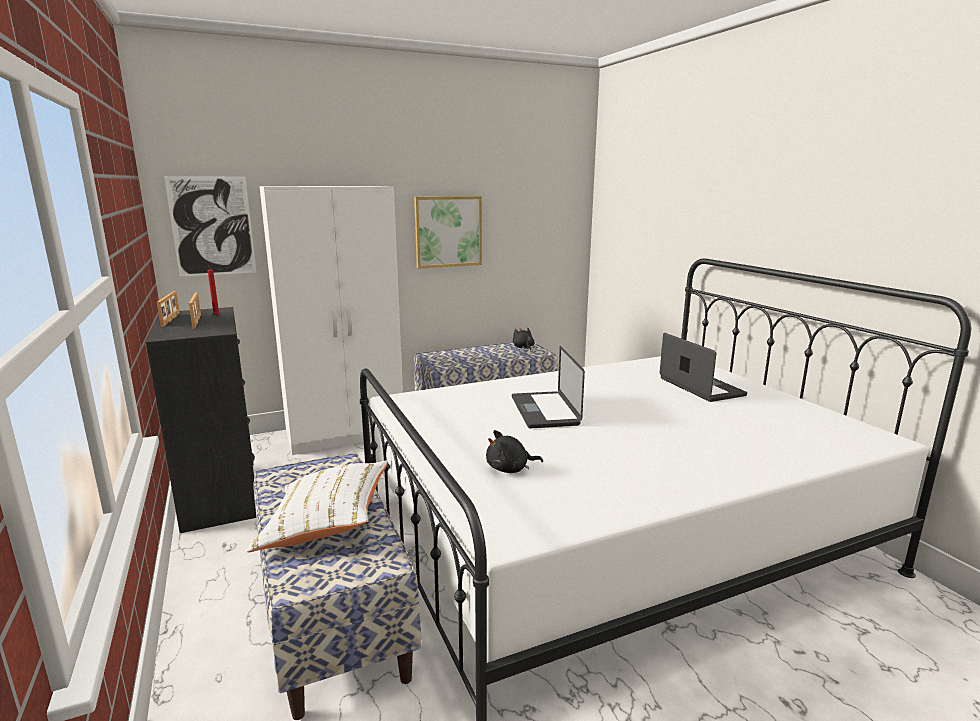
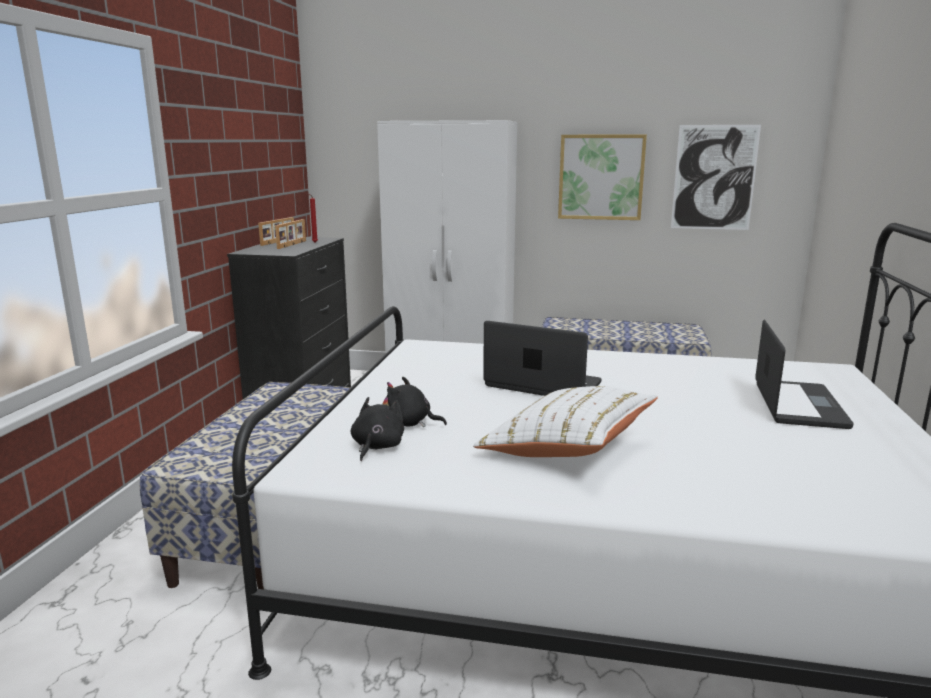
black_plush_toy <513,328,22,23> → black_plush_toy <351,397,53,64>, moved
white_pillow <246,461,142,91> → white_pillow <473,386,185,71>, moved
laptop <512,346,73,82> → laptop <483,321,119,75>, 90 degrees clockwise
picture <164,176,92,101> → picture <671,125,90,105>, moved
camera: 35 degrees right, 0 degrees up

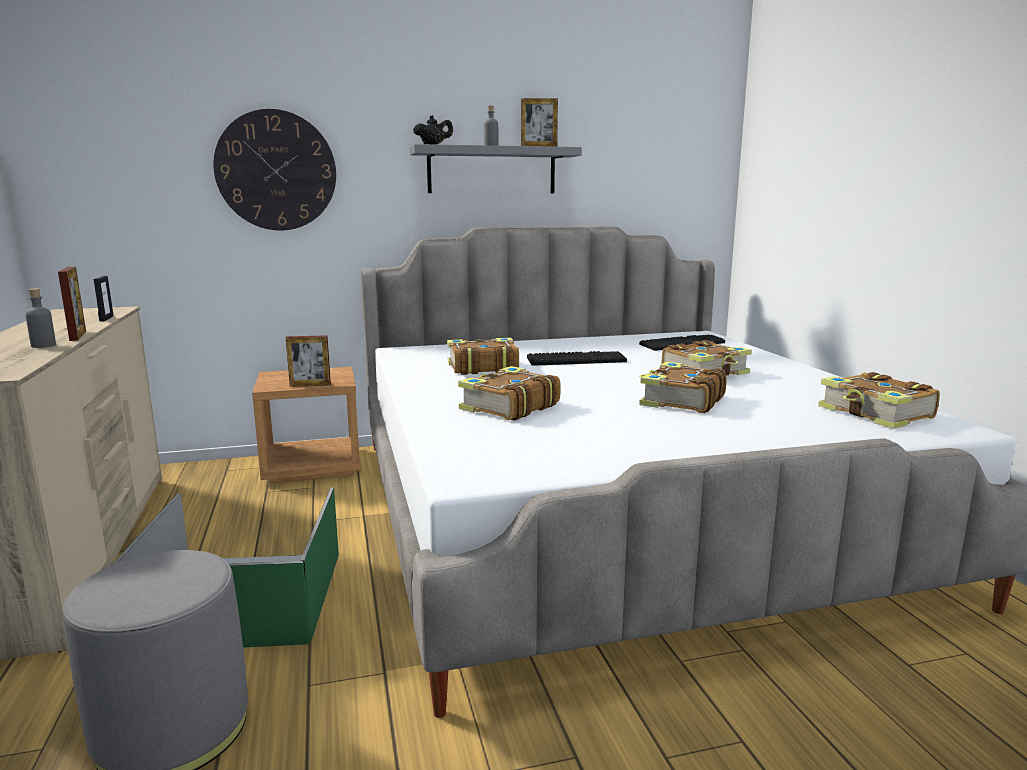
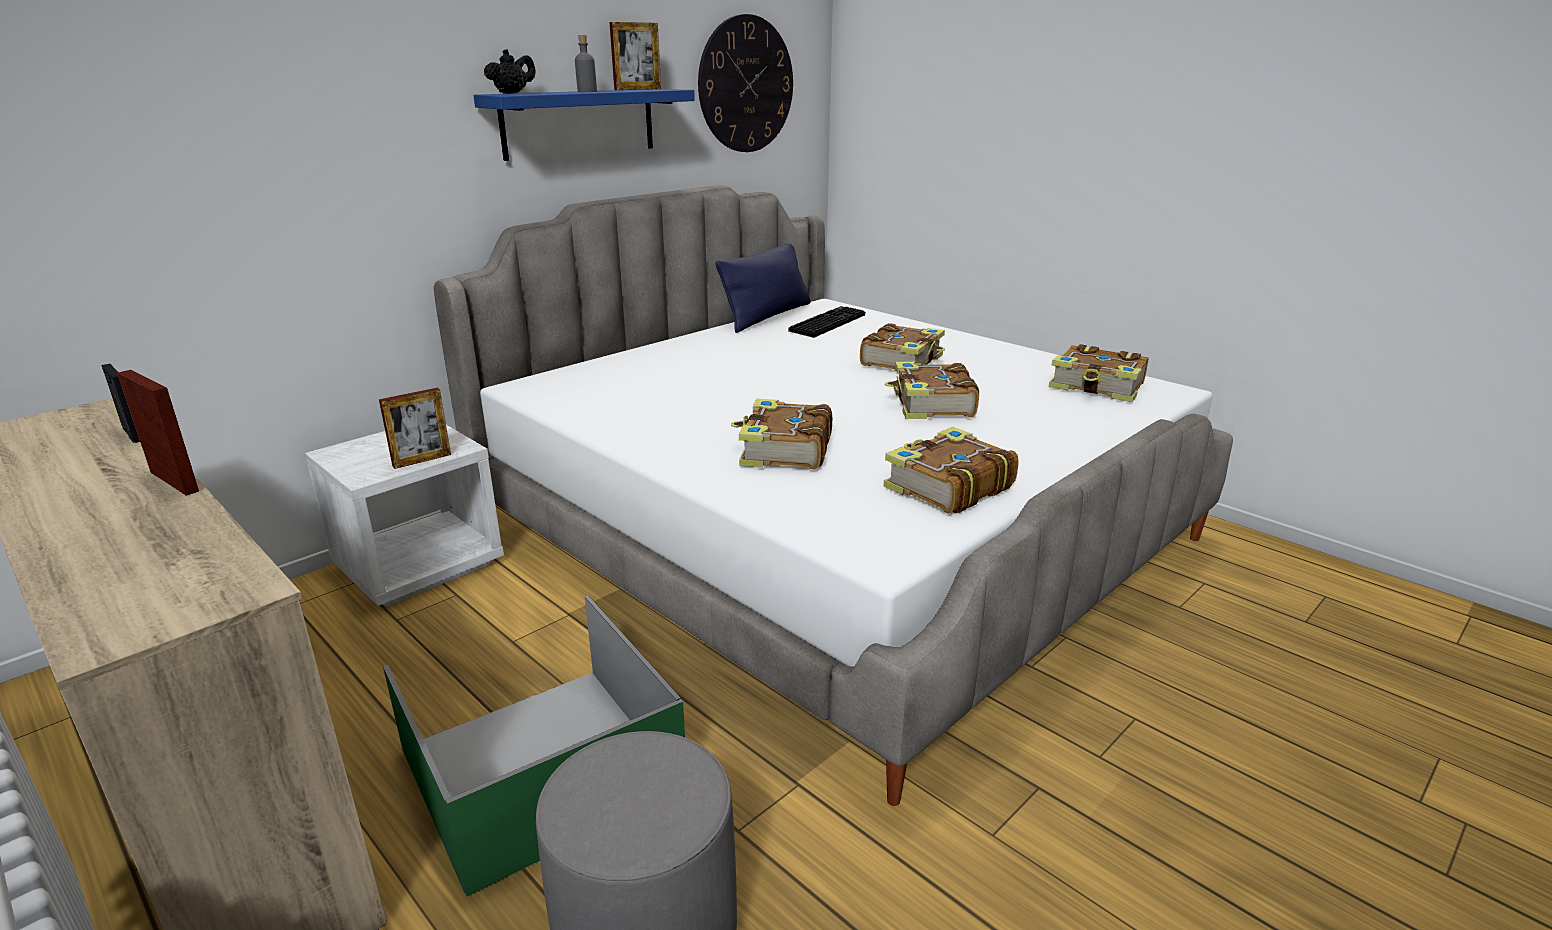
brown_nightstand <252,367,109,117> → white_nightstand <305,425,199,181>
grey_shelf <410,144,172,49> → blue_shelf <473,89,222,72>
wall_clock <214,109,122,122> → wall_clock <698,14,95,138>, moved
- → blue_pillow <715,243,95,90>
book <447,337,72,38> → book <884,427,135,87>, moved
grey_bottle <25,288,31,60> → -
keyboard <527,351,100,15> → -
camera: 30 degrees left, 10 degrees up

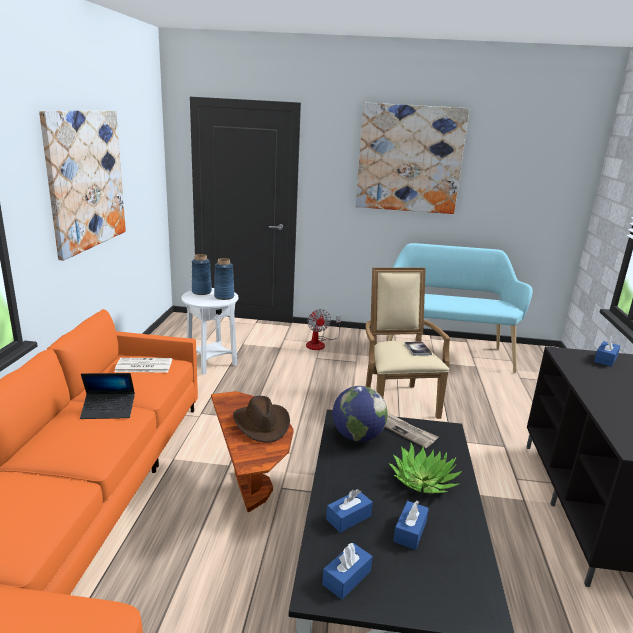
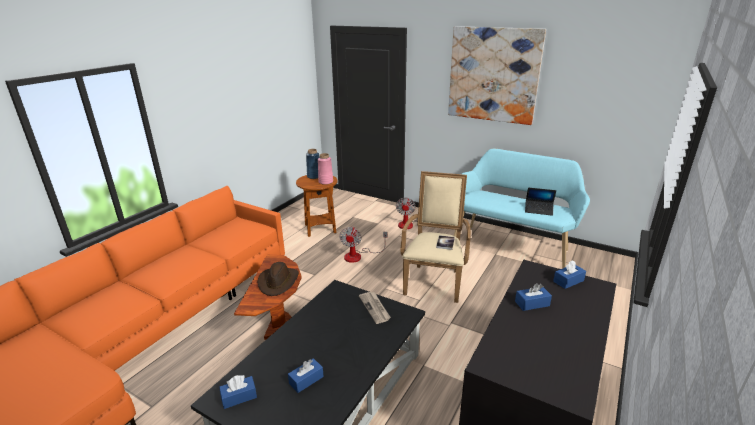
white_side_table <181,288,57,87> → brown_side_table <296,175,41,62>
blue_vase <214,258,20,42> → pink_vase <318,153,15,32>
- → fan <339,226,49,37>
blue_tissue_box <326,489,47,44> → blue_tissue_box <515,283,37,28>, moved
laptop <80,373,55,46> → laptop <525,188,31,28>, moved
picture <39,111,87,150> → -
newspaper <115,358,57,14> → -
globe <332,386,56,56> → -
potted_plant <388,443,74,51> → -
camera: 25 degrees right, 5 degrees up

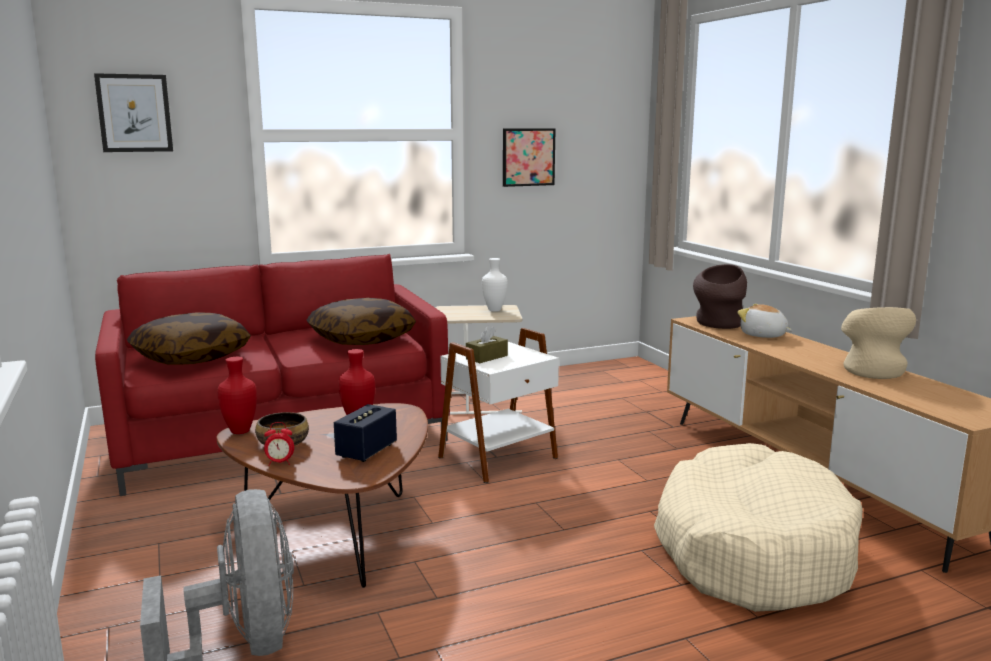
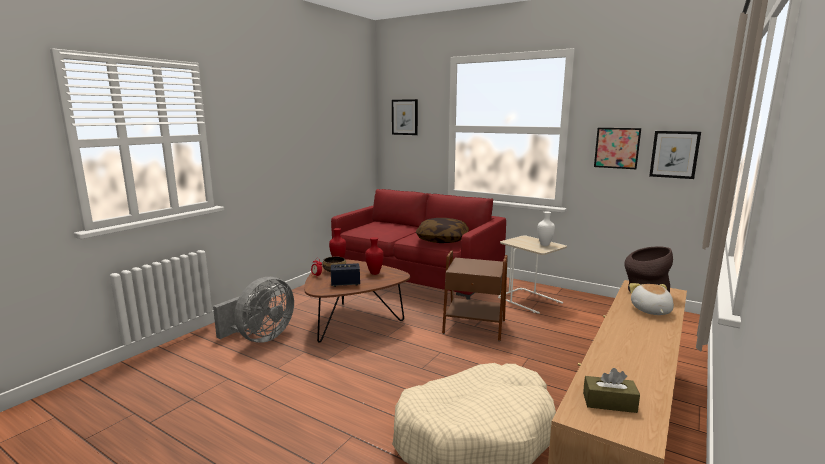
white_side_table <438,328,121,155> → brown_side_table <442,251,66,90>
brown_tissue_box <466,325,42,38> → brown_tissue_box <583,368,57,45>, moved
- → picture <649,131,52,48>
pillow <127,312,124,53> → -
beige_vase <841,307,75,72> → -
camera: 55 degrees right, 0 degrees up

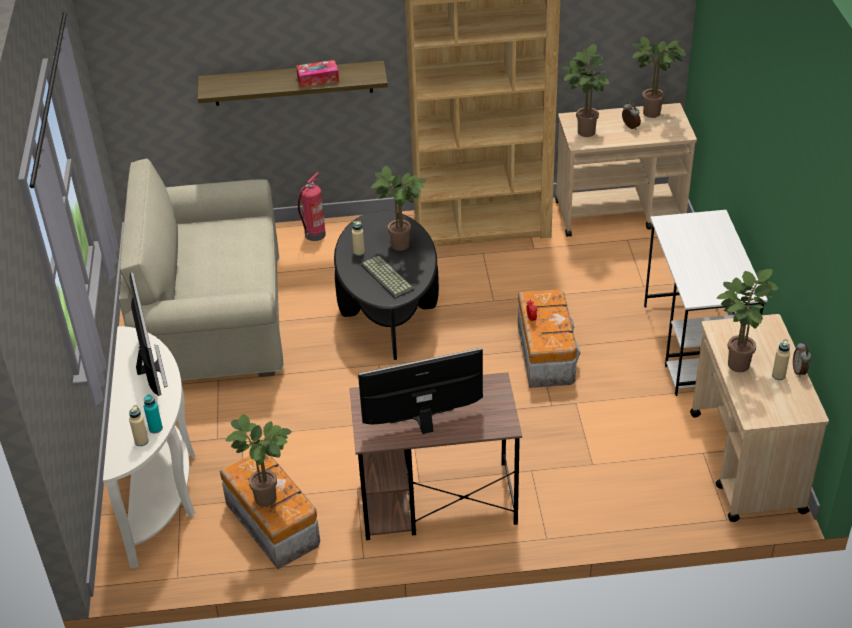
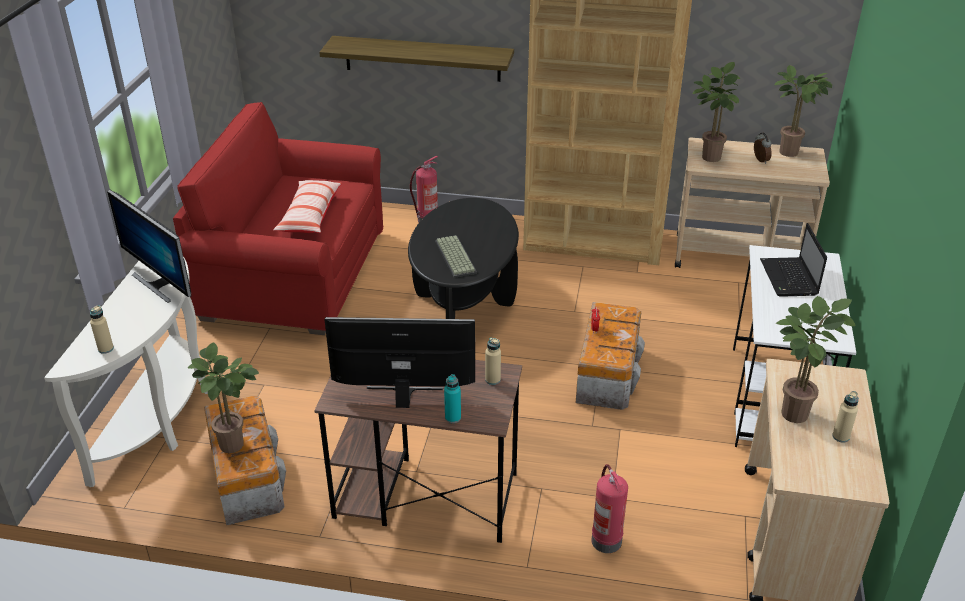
monitor <129,272,39,124> → monitor <107,190,84,113>, 135 degrees clockwise
beige_sofa <119,158,165,223> → red_sofa <173,102,210,233>
- → pillow <273,180,69,53>
turquoise_bottle <144,394,19,40> → turquoise_bottle <444,374,17,49>, moved
beige_bottle <352,221,13,35> → beige_bottle <485,338,16,47>, moved
- → fire_extinguisher <591,464,37,89>
- → laptop <760,223,67,74>
tissue_box <296,60,43,28> → -
potted_plant <371,166,55,85> → -
alarm_clock <793,342,19,35> → -
camera: 15 degrees right, 5 degrees down

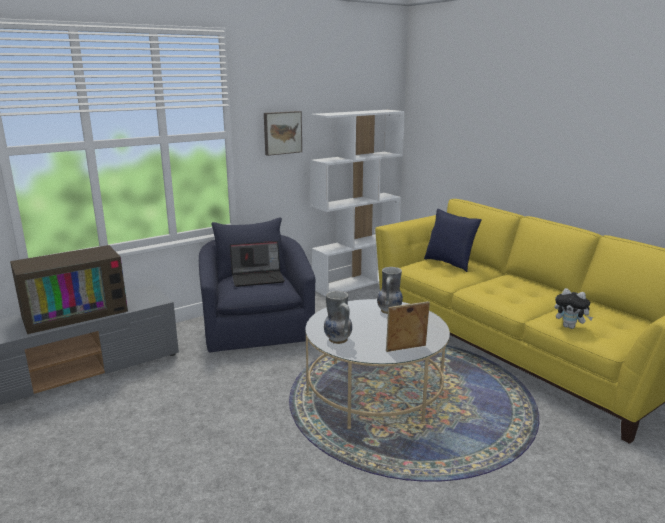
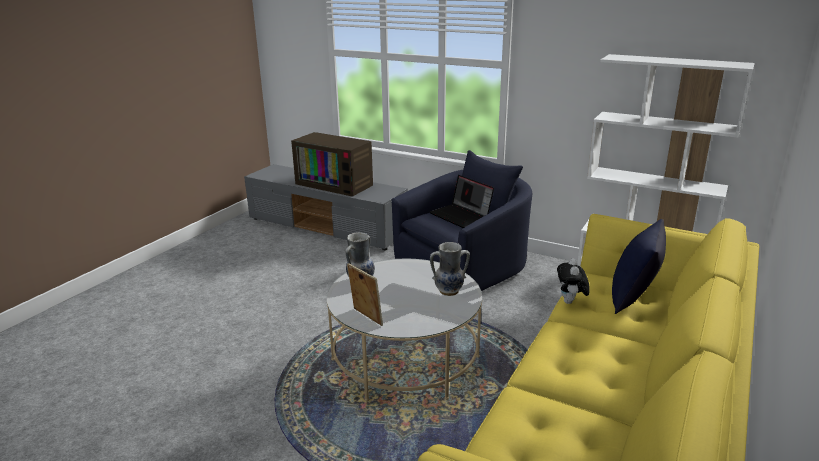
plush_toy <554,288,39,41> → plush_toy <557,258,33,46>, moved
picture <264,111,38,45> → -
camera: 65 degrees right, 5 degrees up

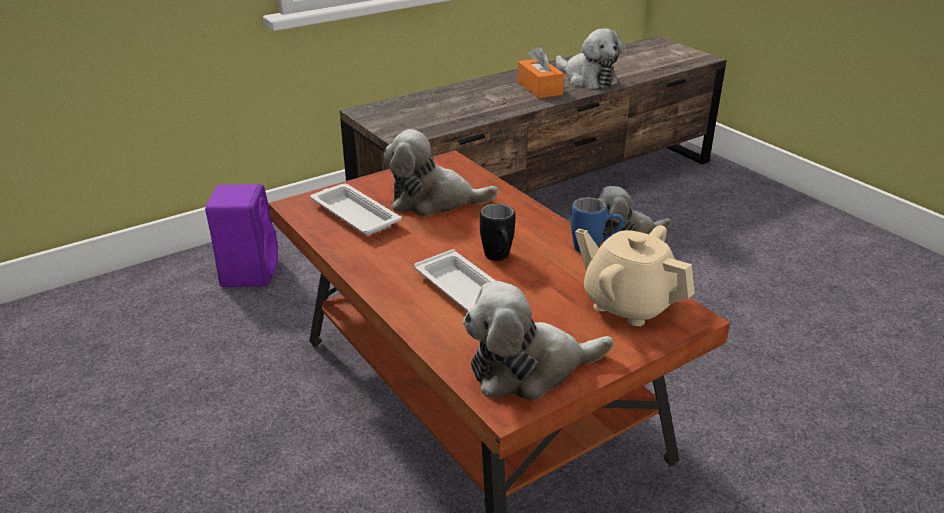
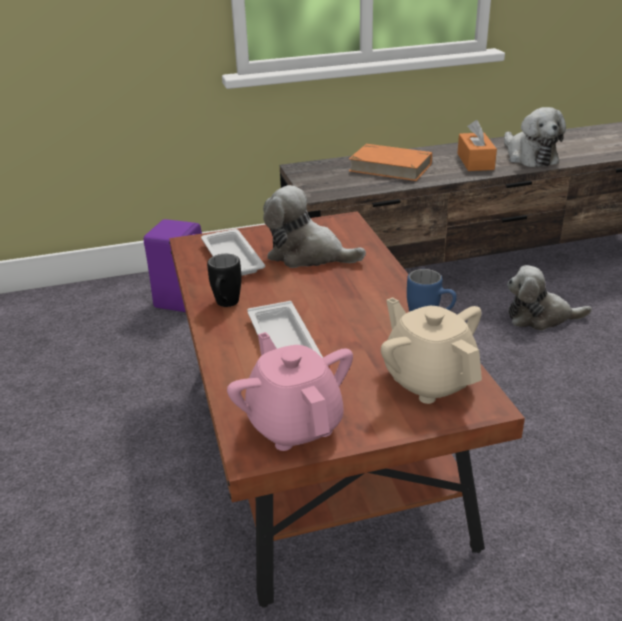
black_mug <480,203,35,58> → black_mug <207,254,35,53>, moved
plush_toy <463,281,151,119> → pink_teapot <227,332,126,119>
- → orange_book <349,144,83,37>
camera: 20 degrees right, 0 degrees up

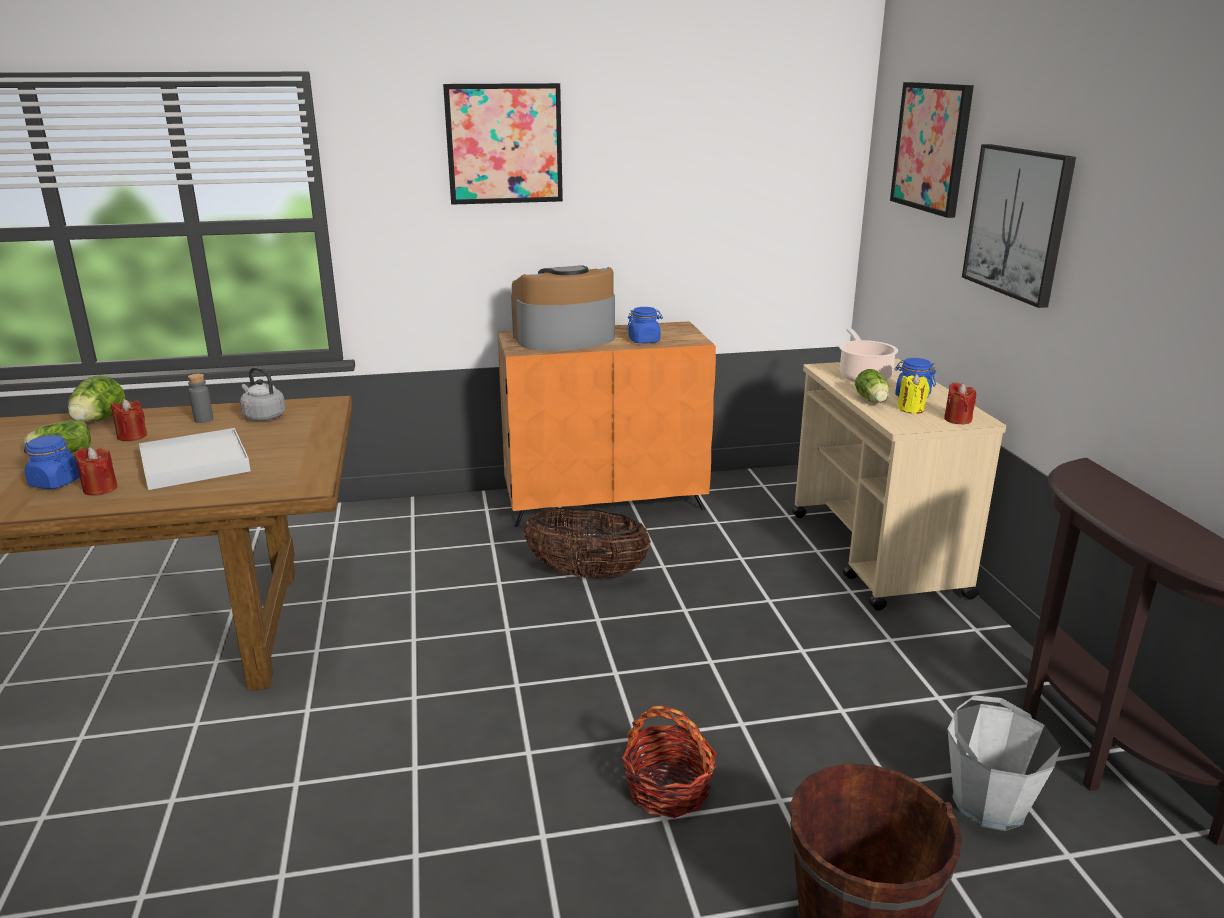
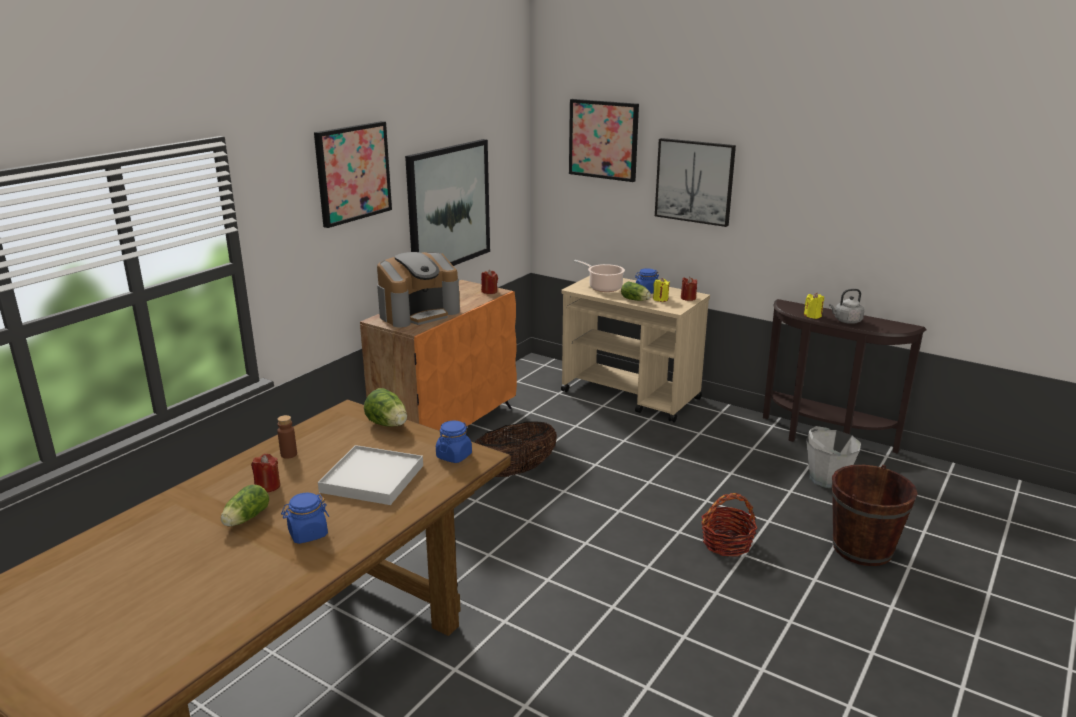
grey_bottle <188,374,25,49> → brown_bottle <277,415,20,44>
lettuce <68,375,57,47> → lettuce <364,388,43,39>, moved
coffee_machine <511,265,104,86> → coffee_machine <377,252,83,76>, 150 degrees counterclockwise
- → picture <405,139,85,127>
blue_jar <627,307,36,36> → blue_jar <436,421,36,42>, moved
red_candle <74,447,44,49> → red_candle <481,270,17,24>, moved
- → yellow_candle <804,293,20,26>
grey_kettle <240,367,45,54> → grey_kettle <829,289,35,35>, moved
camera: 45 degrees left, 0 degrees up

